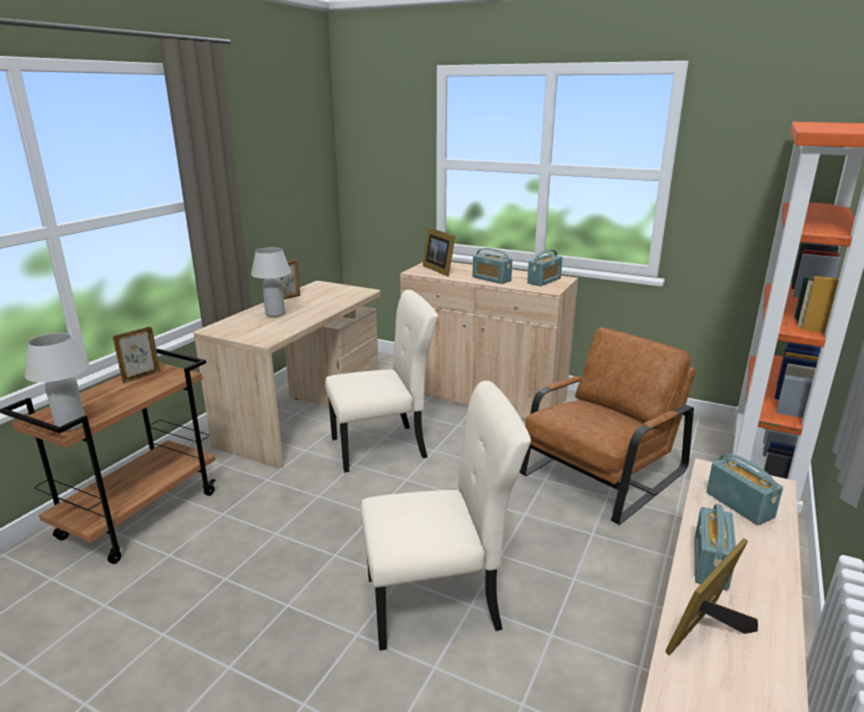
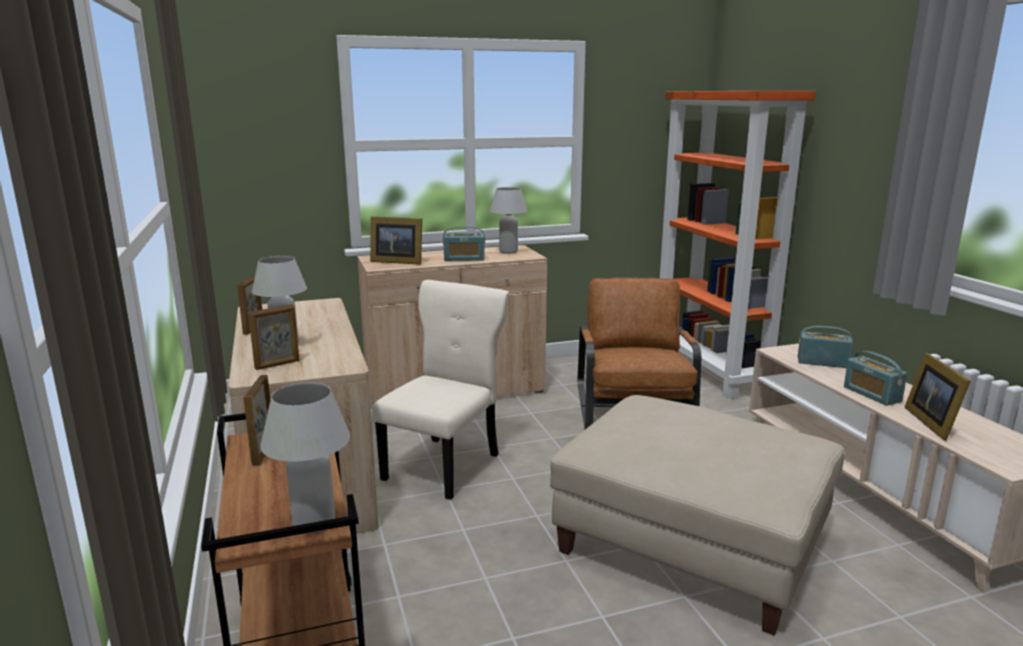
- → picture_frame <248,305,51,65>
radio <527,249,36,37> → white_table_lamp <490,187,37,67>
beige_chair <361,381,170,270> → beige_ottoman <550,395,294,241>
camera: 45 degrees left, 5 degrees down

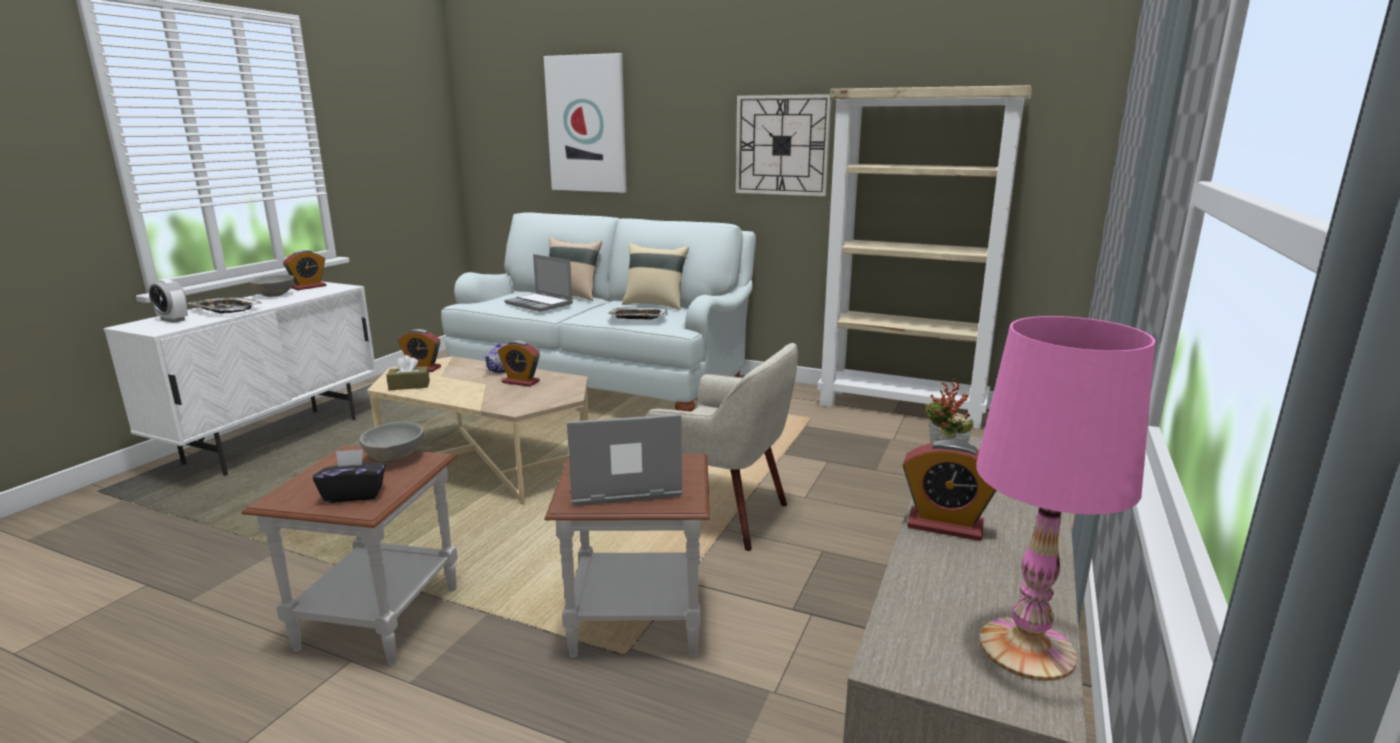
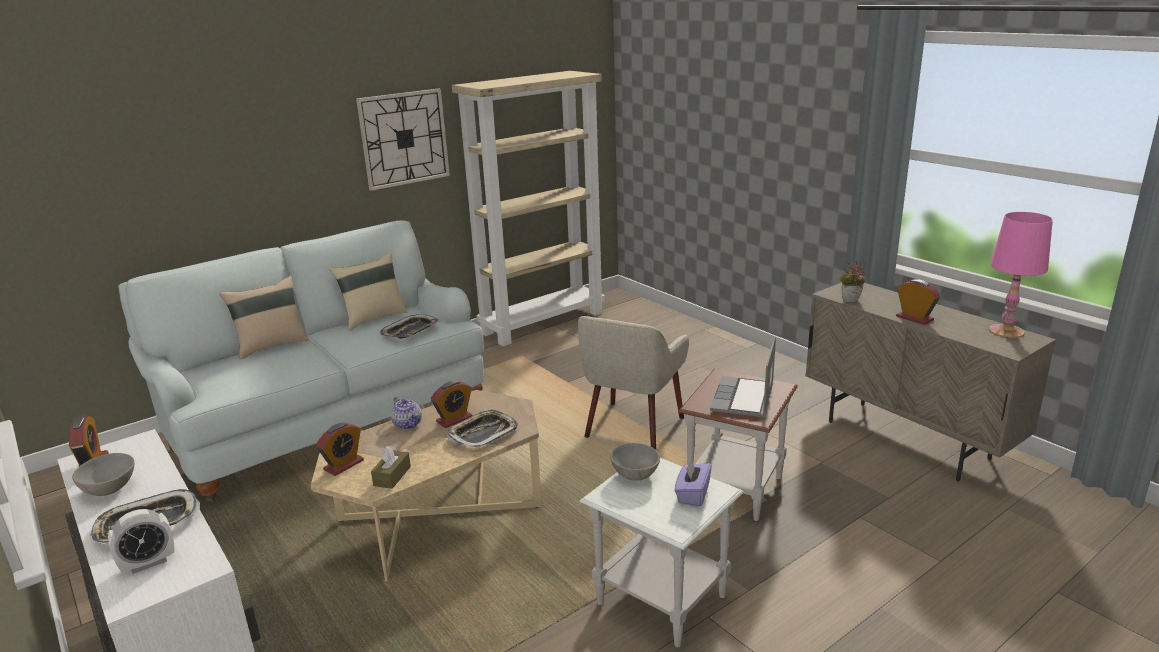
- → tray <447,409,71,39>
beige_armchair <647,343,151,208> → beige_armchair <578,316,111,134>, 150 degrees clockwise
brown_side_table <241,445,217,220> → white_side_table <580,458,164,189>
black_tissue_box <313,449,73,54> → purple_tissue_box <674,458,38,49>
alarm_clock <902,440,95,101> → alarm_clock <896,279,44,46>, 90 degrees counterclockwise
laptop <504,254,69,58> → -
picture <544,53,83,140> → -
camera: 60 degrees left, 5 degrees up

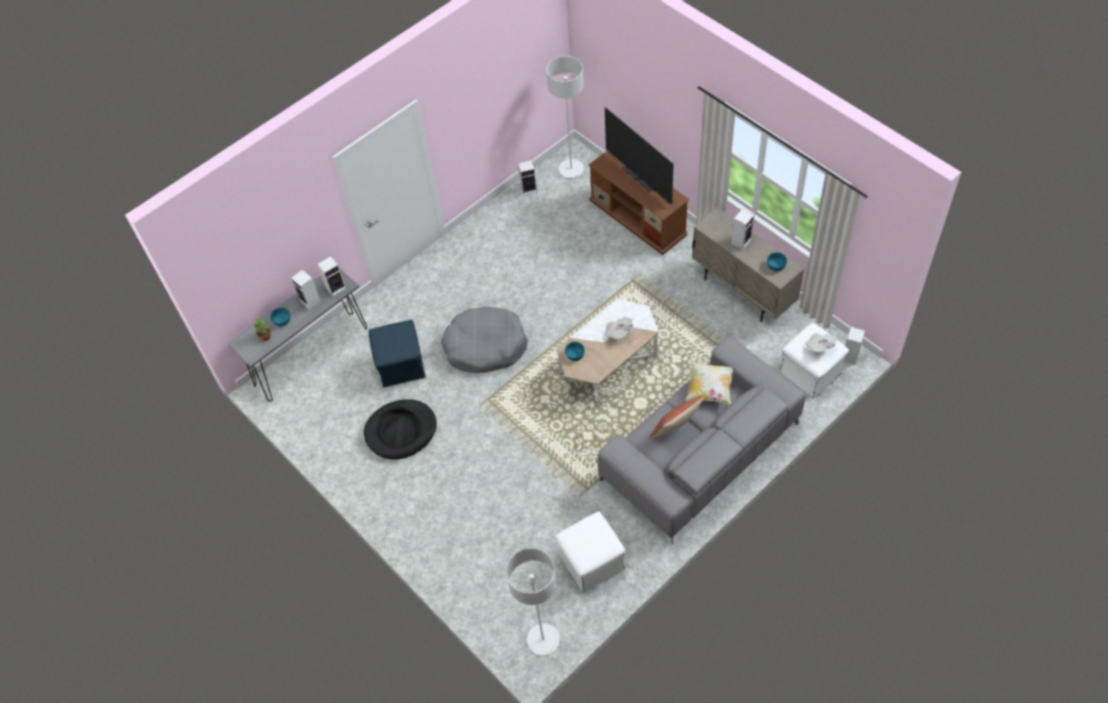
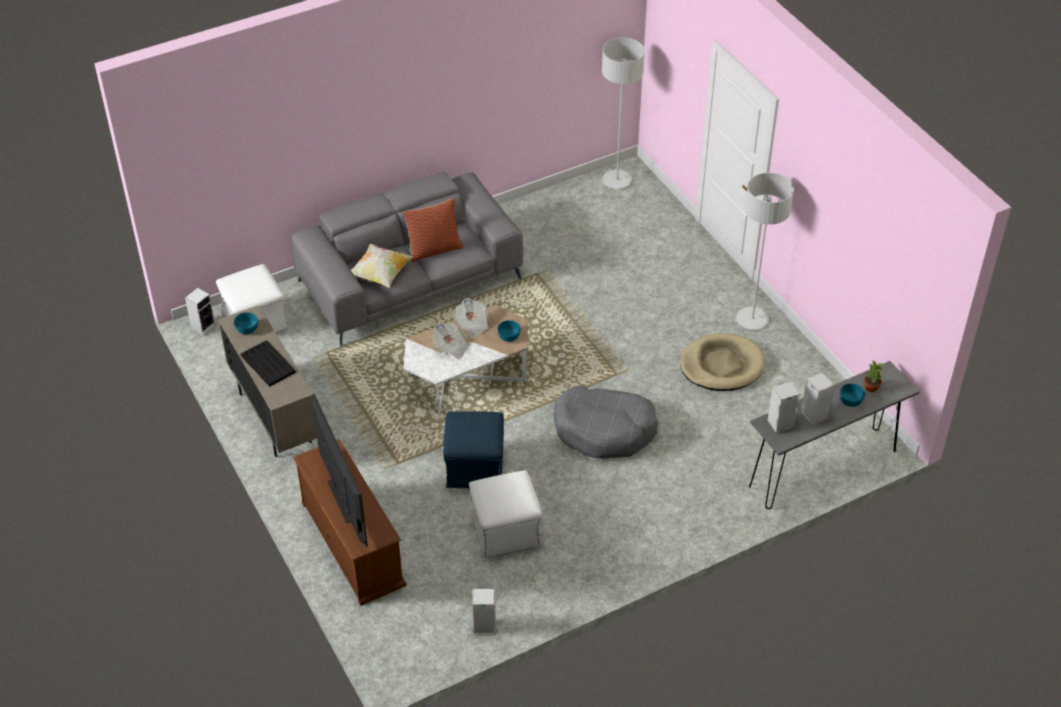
speaker <731,209,24,41> → black_tray <240,340,56,47>
blue_ottoman <368,320,58,68> → blue_ottoman <443,411,61,77>, moved
newspaper <804,333,34,19> → newspaper <455,298,34,40>, moved
white_ottoman <555,511,71,82> → white_ottoman <469,470,73,88>, moved
black_dog_bed <364,400,73,59> → beige_dog_bed <680,333,85,58>
grey_floor_lamp <546,56,38,122> → grey_floor_lamp <736,173,58,157>, moved
camera: 170 degrees left, 10 degrees down

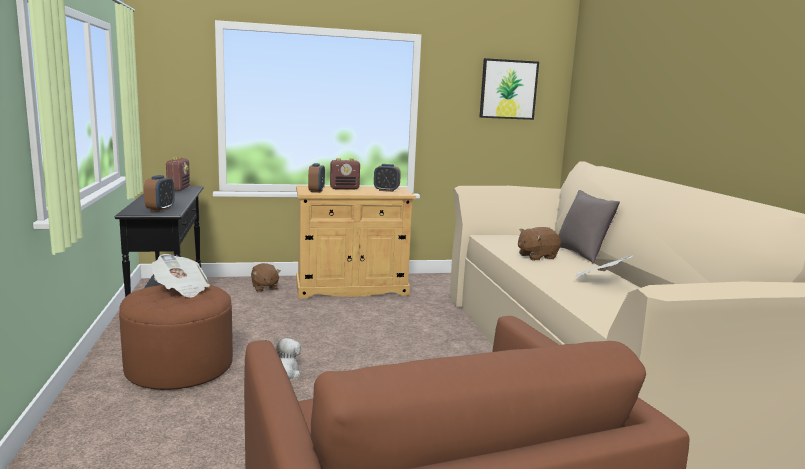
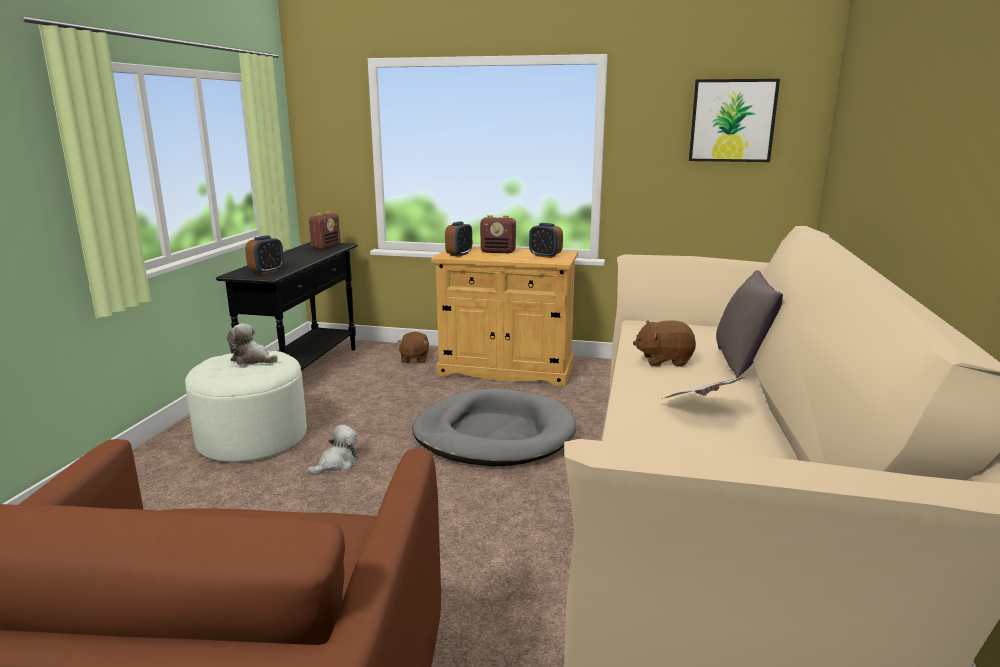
brown_ottoman <119,285,114,105> → white_ottoman <185,351,122,111>
newspaper <151,254,59,44> → plush_toy <227,323,51,41>
- → grey_dog_bed <412,389,164,77>
camera: 25 degrees right, 5 degrees up

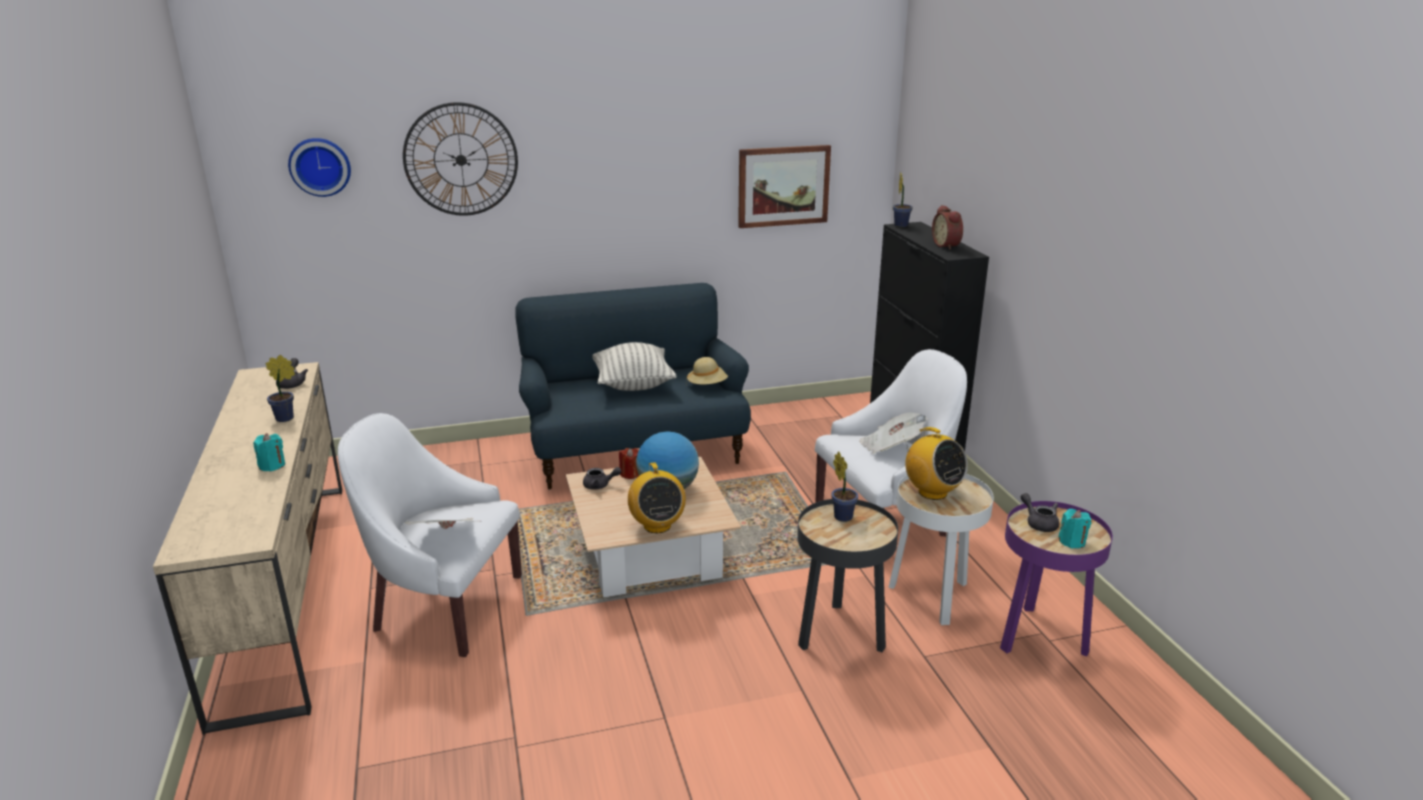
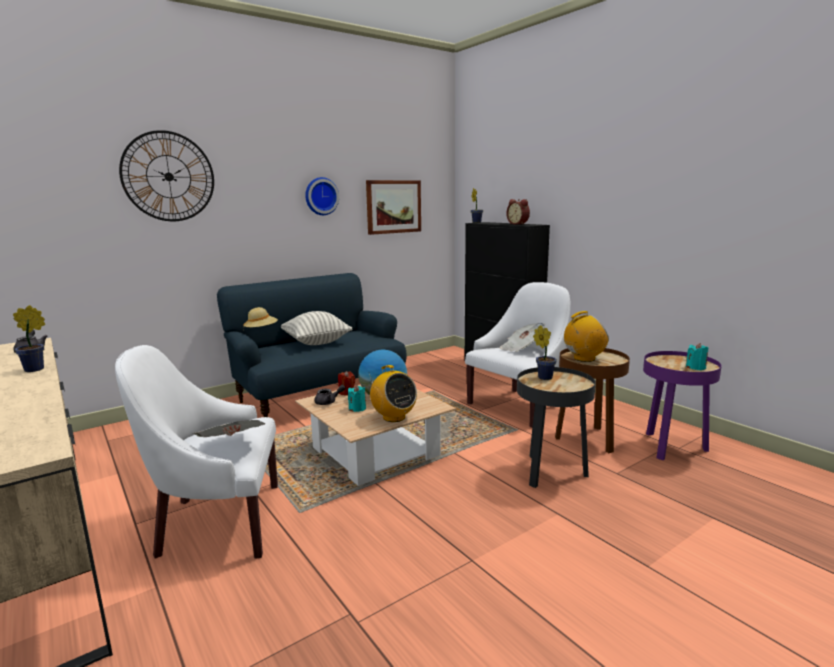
beige_hat <687,357,41,27> → beige_hat <243,307,35,22>, moved
wall_clock <288,138,63,59> → wall_clock <305,177,34,38>, moved
turquoise_candle <253,433,32,38> → turquoise_candle <348,385,18,27>, moved
white_side_table <889,474,105,151> → brown_side_table <555,348,75,105>
radio <903,427,65,73> → radio <564,311,45,51>, 45 degrees counterclockwise
grey_teapot <1021,493,38,39> → -
camera: 20 degrees left, 10 degrees down

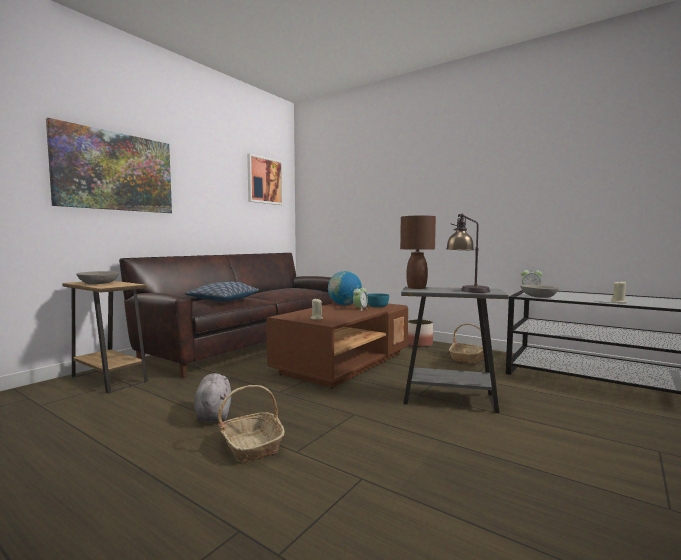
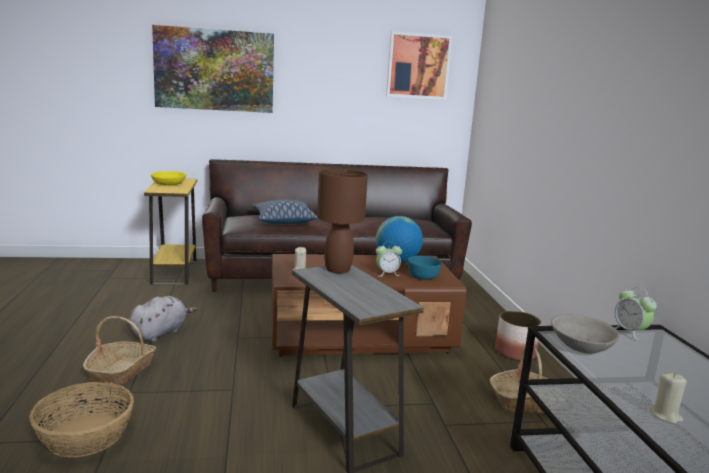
- → basket <30,382,104,76>
brown_side_table <62,281,86,112> → yellow_side_table <144,179,53,106>
grey_bowl <76,271,43,13> → yellow_bowl <151,171,36,14>
table_lamp <446,213,44,80> → -
camera: 45 degrees right, 10 degrees up

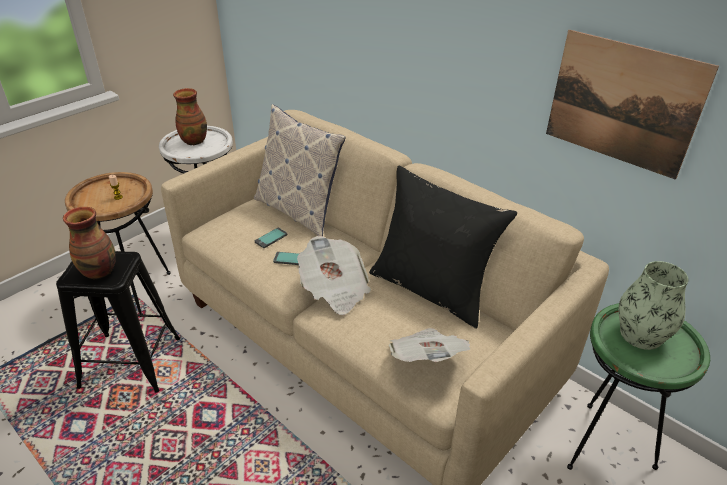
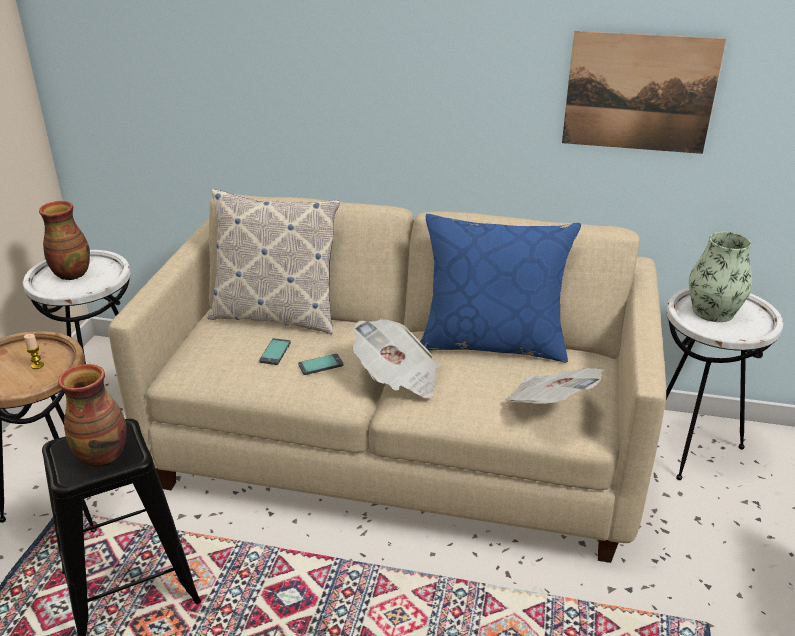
black_pillow <369,166,148,163> → blue_pillow <420,214,161,149>
green_side_table <567,303,143,167> → white_side_table <666,287,117,193>
camera: 30 degrees left, 5 degrees down

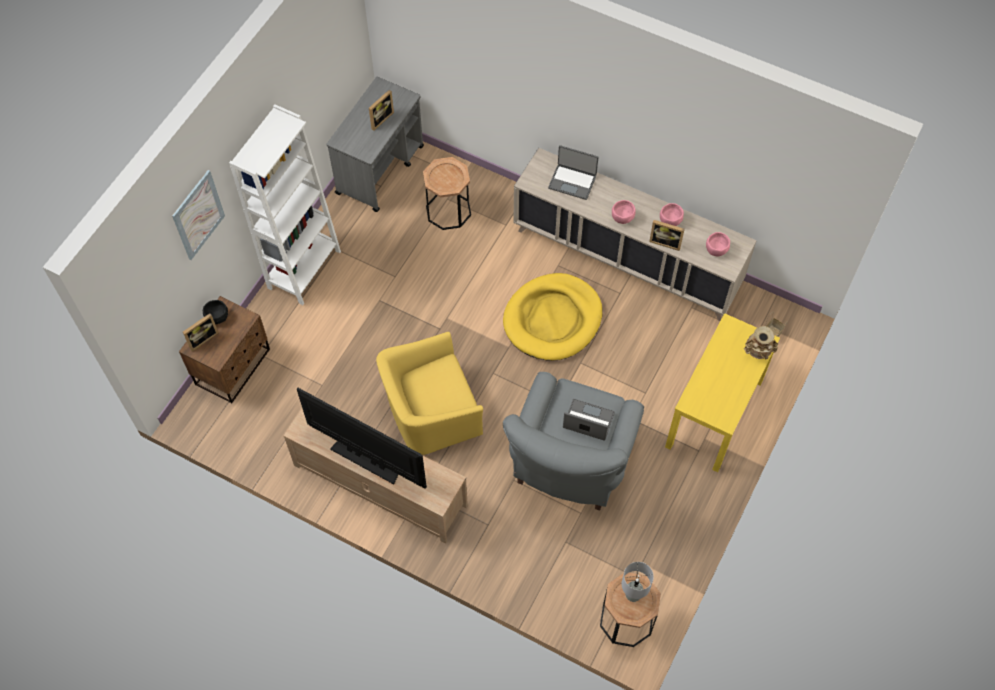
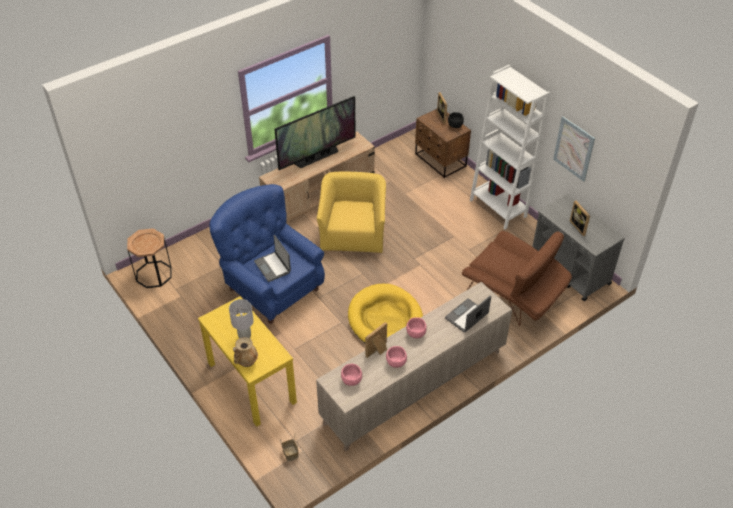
grey_armchair <503,372,141,139> → blue_armchair <210,184,115,140>
grey_table_lamp <622,562,32,40> → grey_table_lamp <229,299,25,39>, moved
laptop <563,399,52,42> → laptop <254,235,37,47>, 105 degrees clockwise
brown_side_table <423,157,48,73> → brown_armchair <462,231,110,95>
picture <172,170,53,90> → picture <553,116,42,66>, moved
camera: 115 degrees right, 15 degrees down

